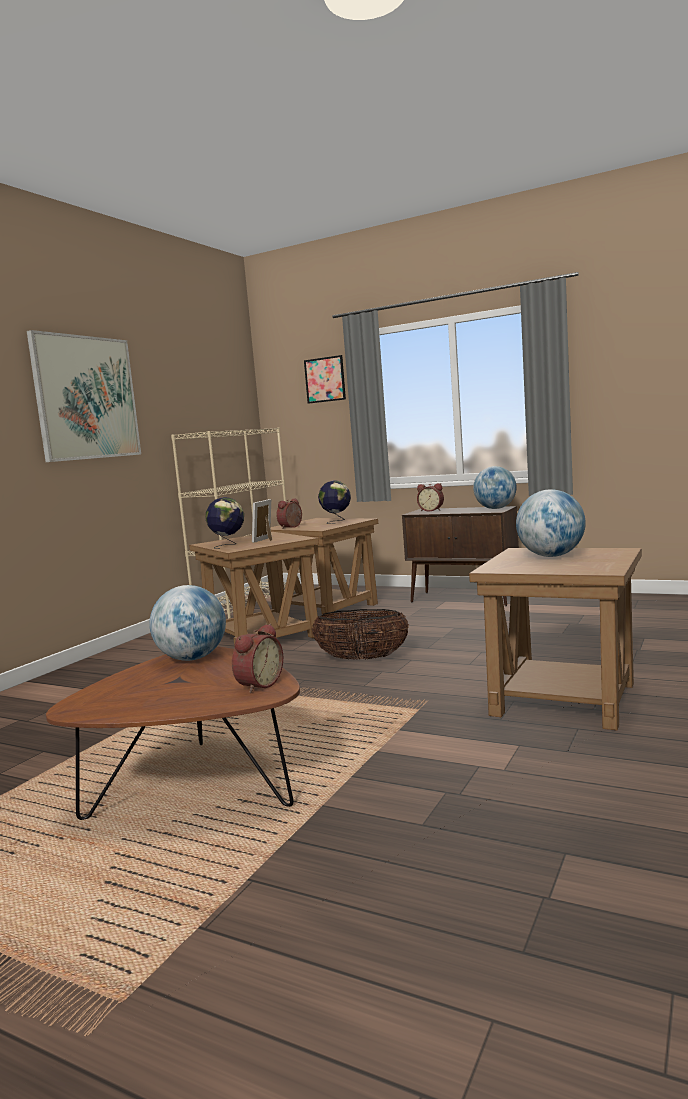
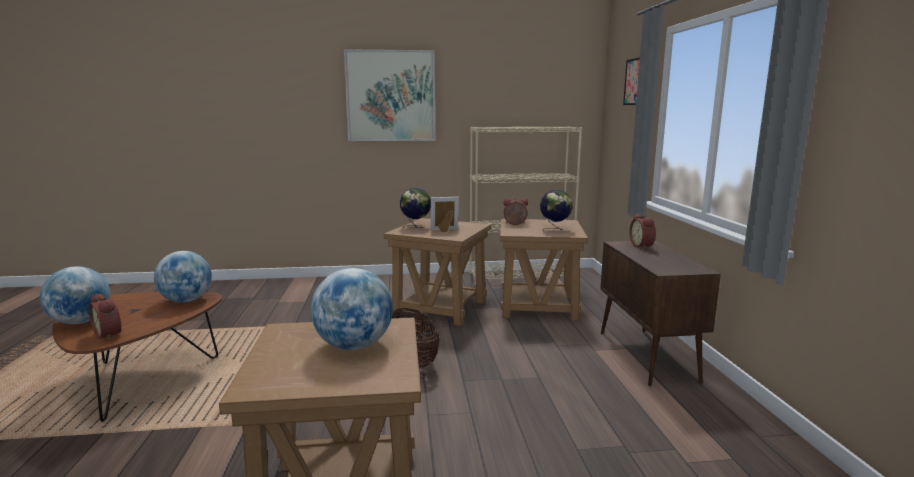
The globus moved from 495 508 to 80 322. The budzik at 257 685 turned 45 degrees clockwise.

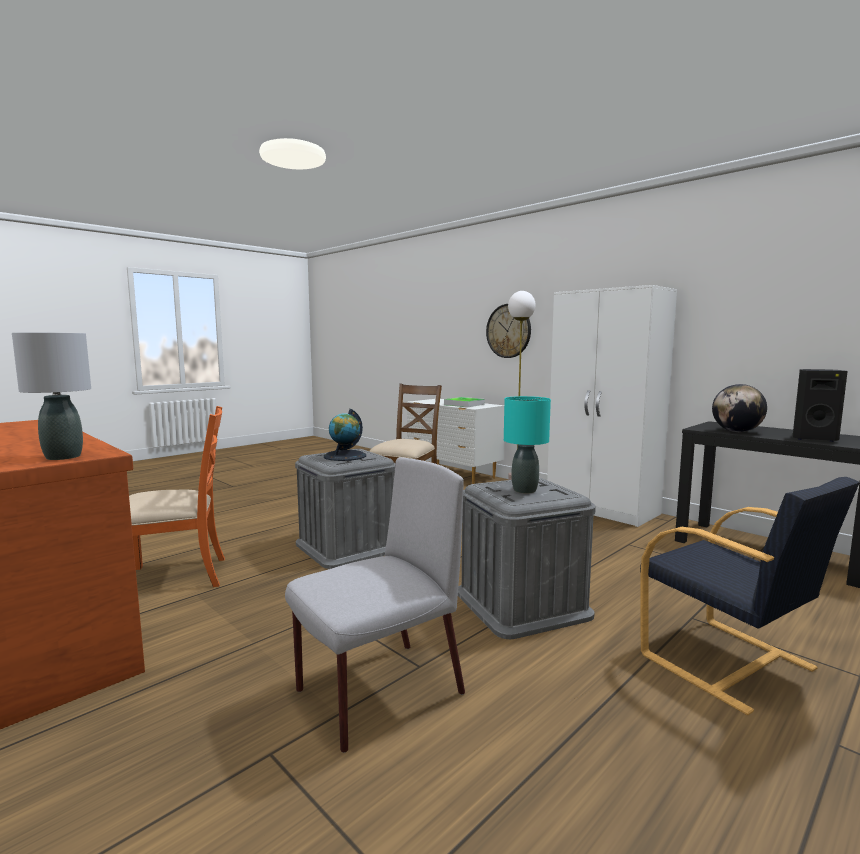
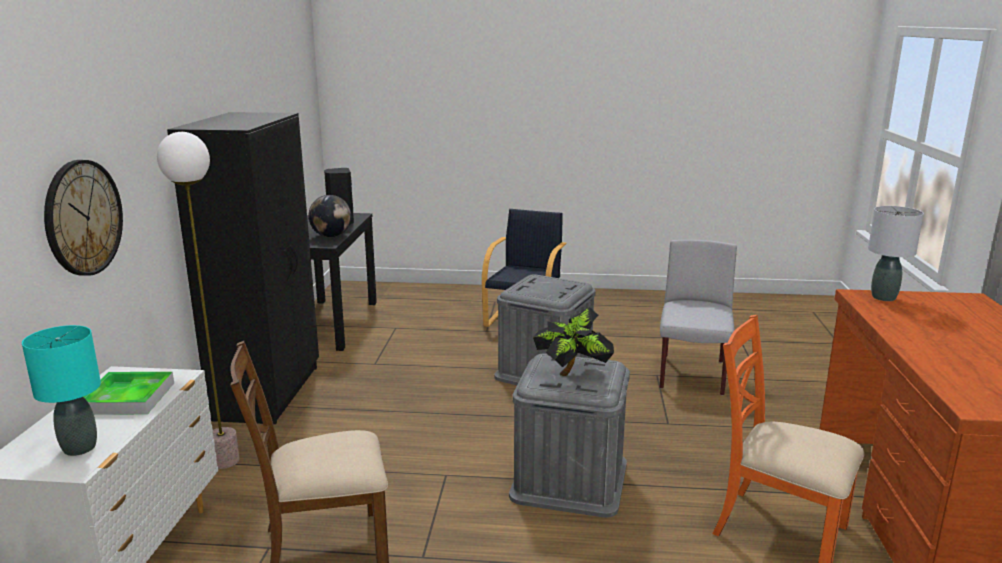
The lampa stołowa [turkusowy] moved from 524 490 to 80 448. The szafa [biały] at 603 510 became the szafa [czarny] at 269 392. The globus at 345 456 was replaced by the roślina doniczkowa at 573 374. The krzesło [szary] at 377 693 turned 90 degrees clockwise.

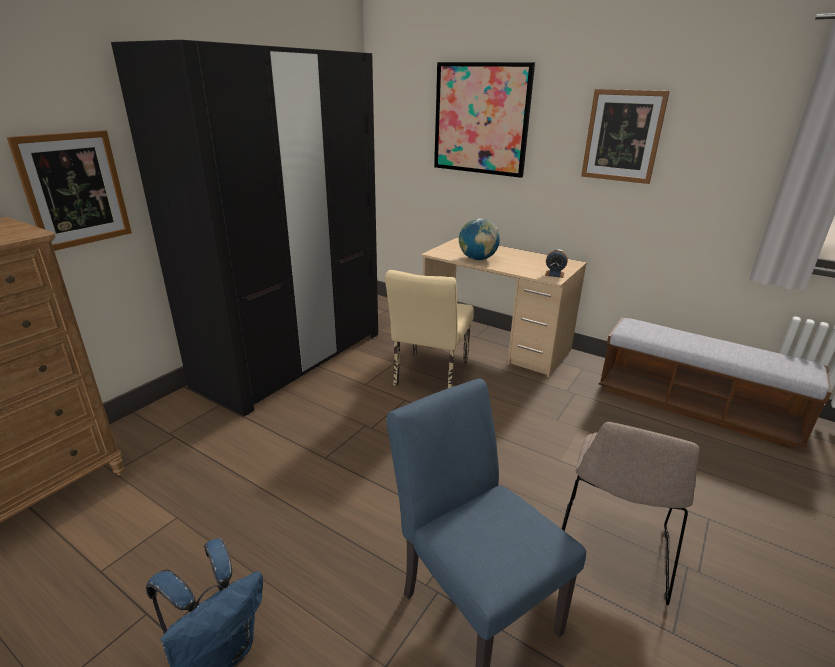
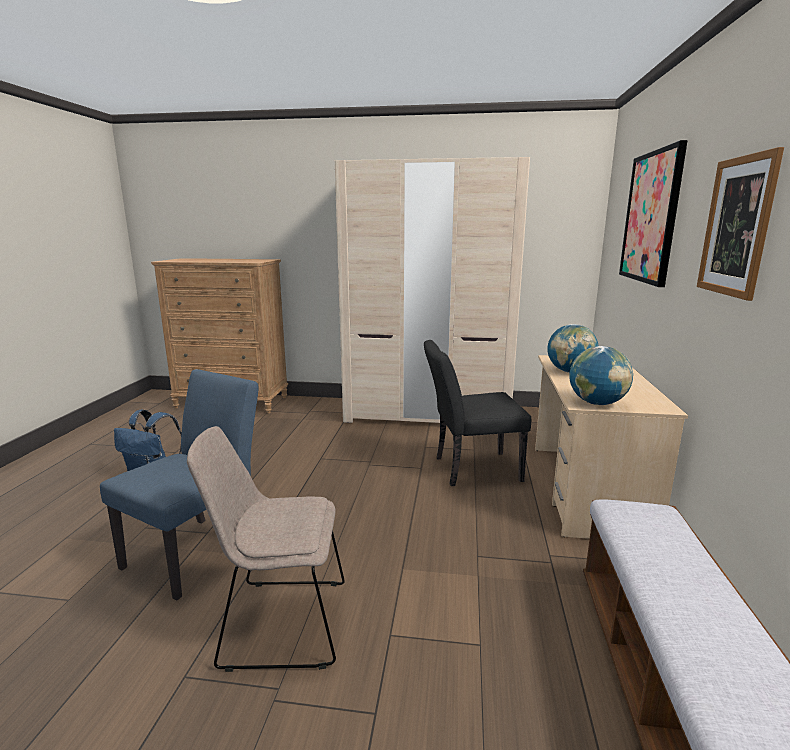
The szafa [czarny] at 292 359 became the szafa [beżowy] at 427 414. The krzesło [beżowy] at 428 377 became the krzesło [czarny] at 470 469. The budzik at 554 274 was replaced by the globus at 597 403. The obraz at 75 190 disappeared.

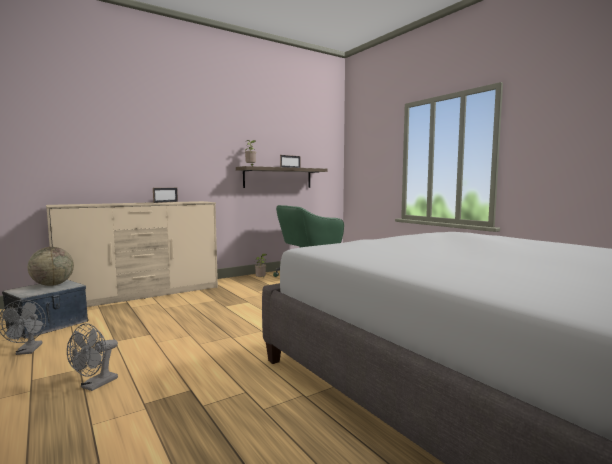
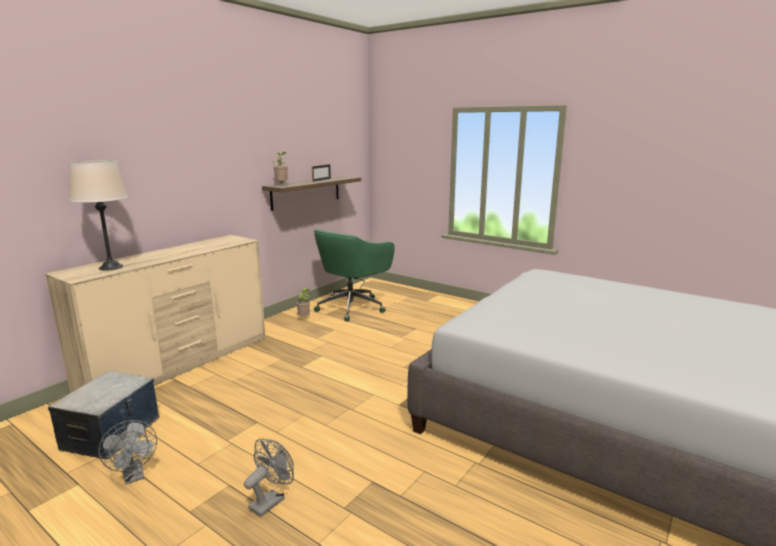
The lampa stołowa [beżowy] at 111 267 appeared. The wentylator [szary] at 95 385 turned 150 degrees counterclockwise. The globus at 52 284 disappeared. The ramka na zdjęcie at 166 202 disappeared.

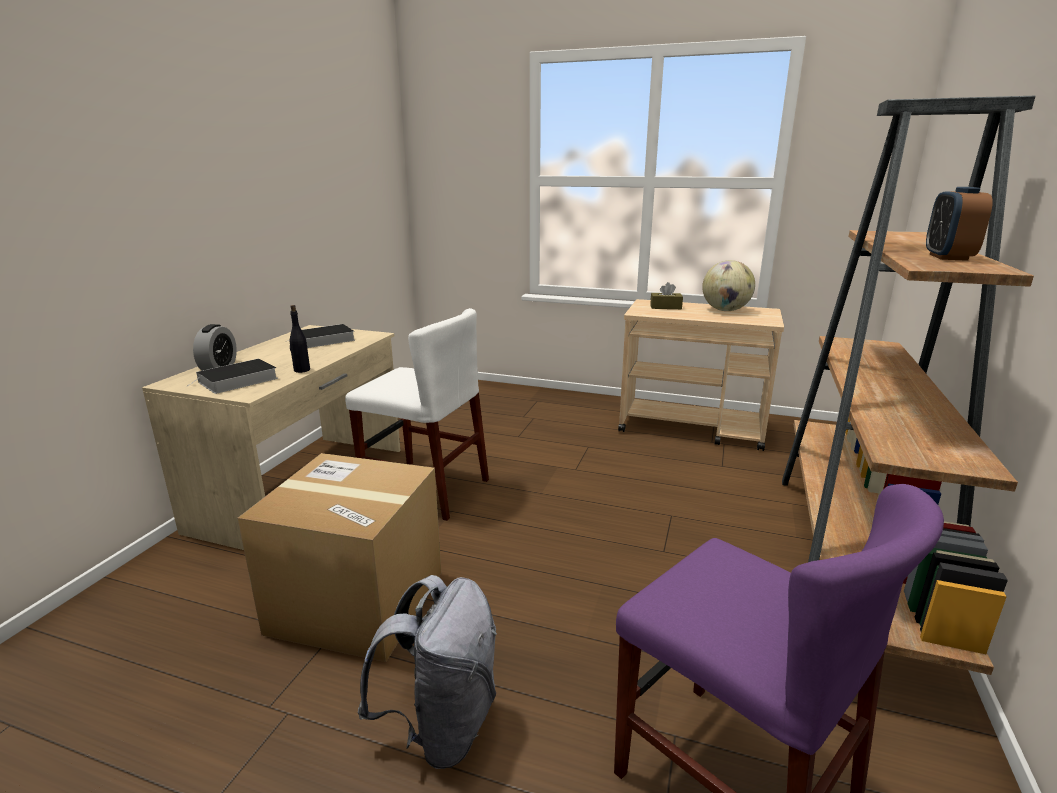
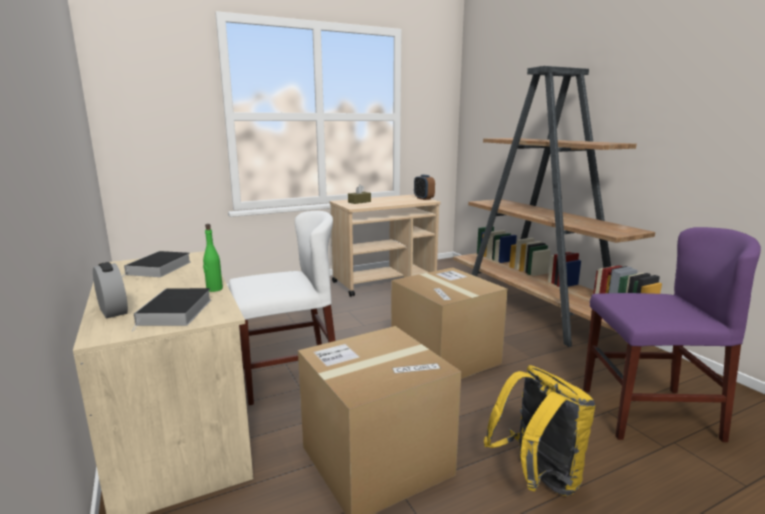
The butelka [czarny] at 301 370 became the butelka [zielony] at 214 289. The karton at 445 357 appeared. The budzik moved from 948 257 to 423 198. The plecak [szary] at 441 727 became the plecak [żółty] at 537 478. The globus at 725 310 disappeared.

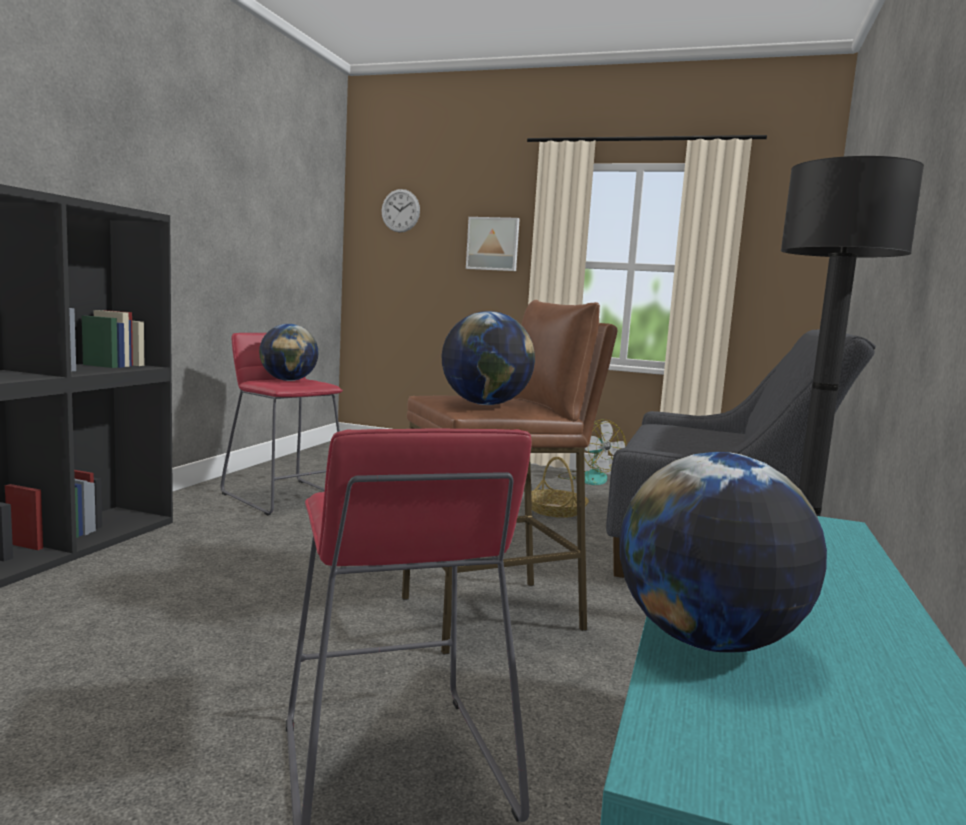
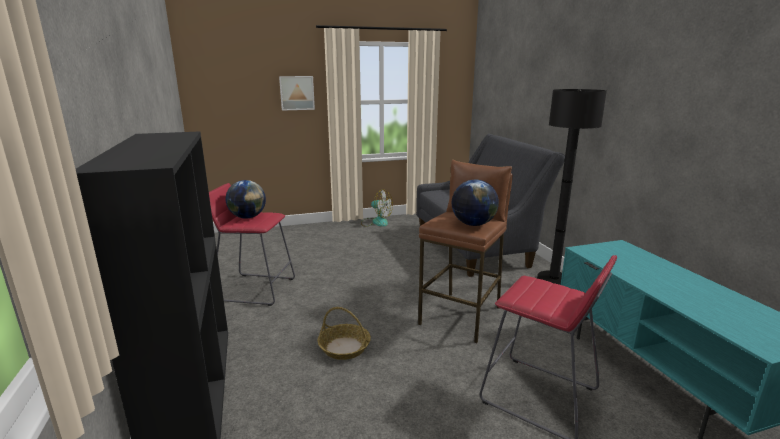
The koszyk moved from 556 510 to 344 347. The zegar ścienny at 400 210 disappeared. The globus at 707 641 disappeared.

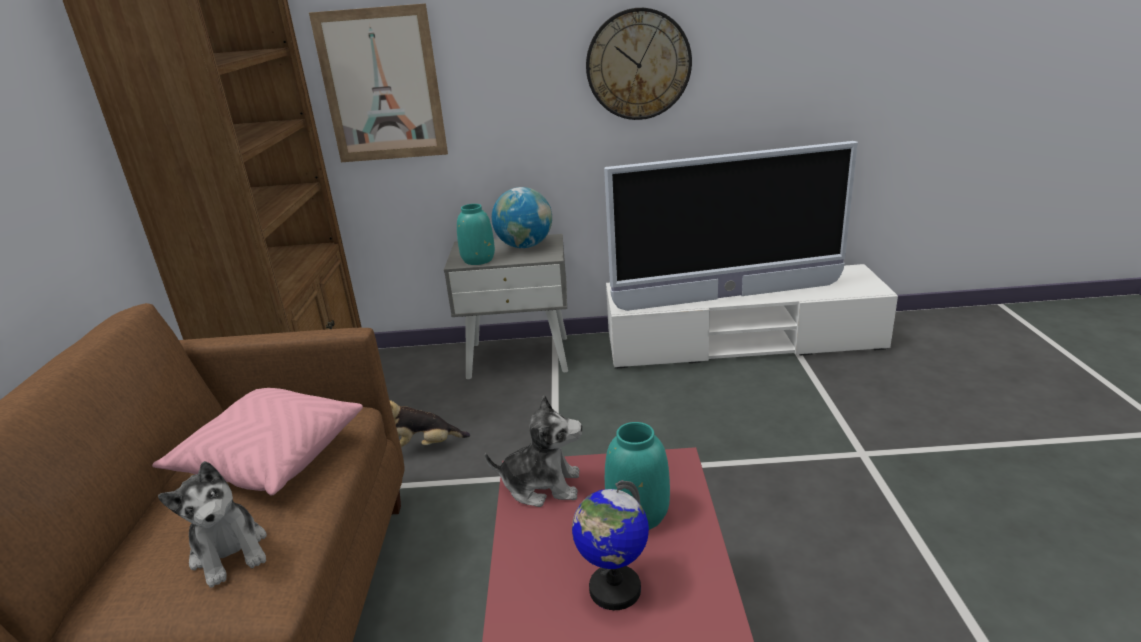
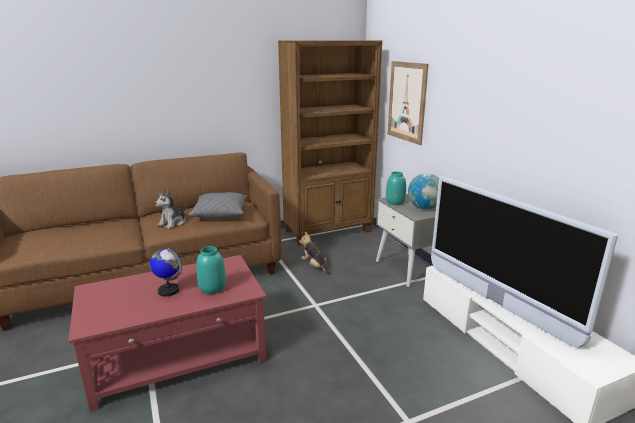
The poduszka [różowy] at 270 458 became the poduszka [szary] at 220 214. The pluszak at 542 485 disappeared. The zegar ścienny at 638 65 disappeared.

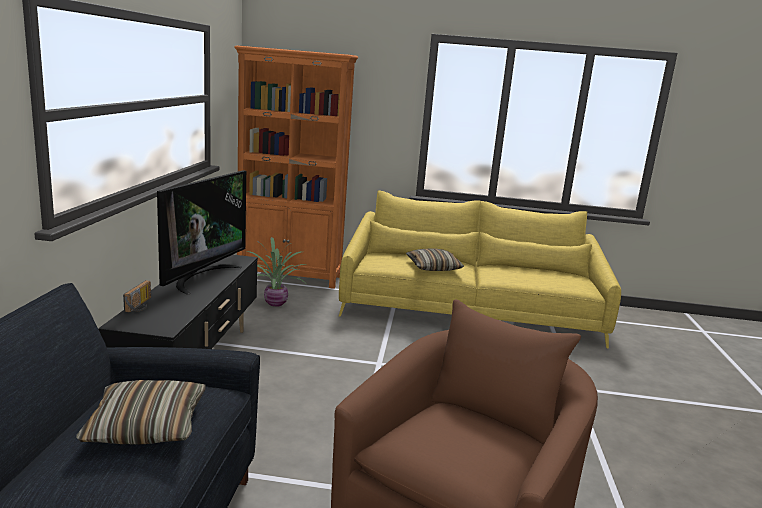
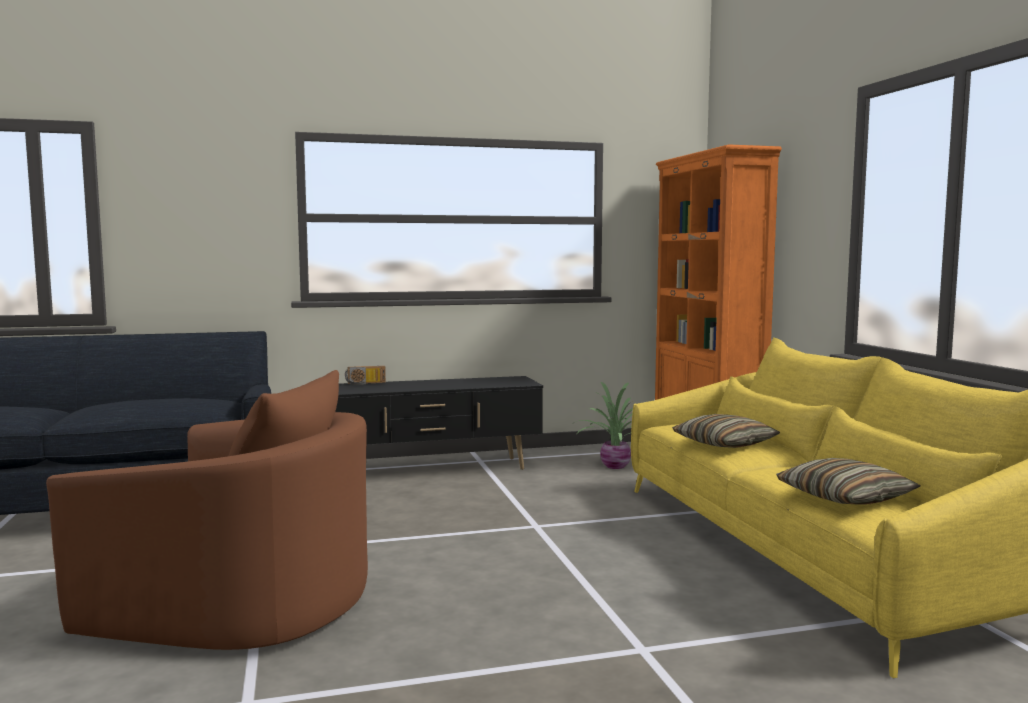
The poduszka moved from 146 426 to 845 497. The telewizor at 201 277 disappeared.

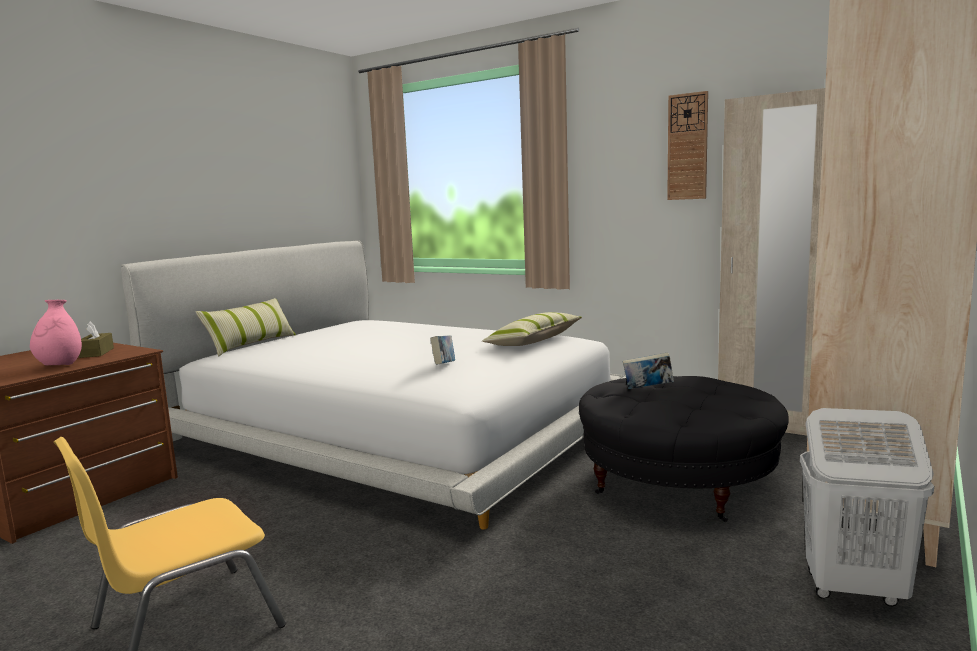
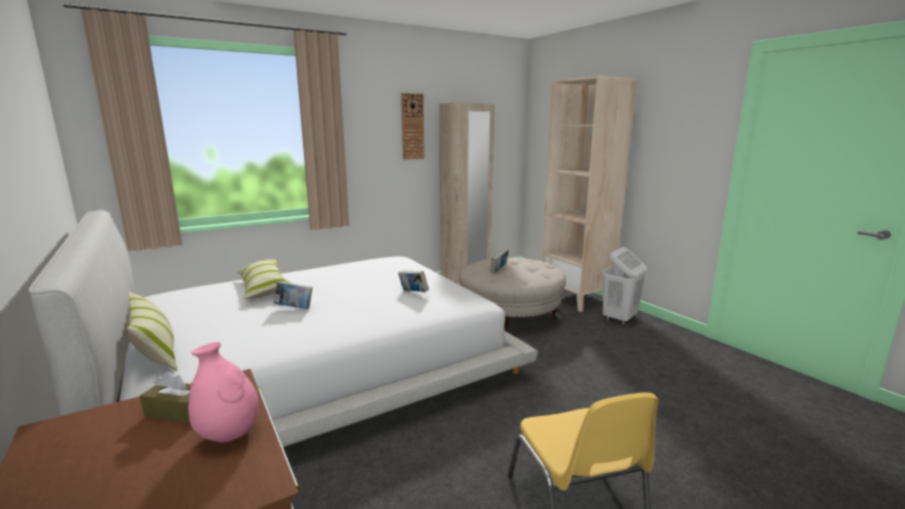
The poduszka moved from 534 341 to 263 287. The książka at 294 308 appeared. The pufa [czarny] at 677 484 became the pufa [beżowy] at 510 316.

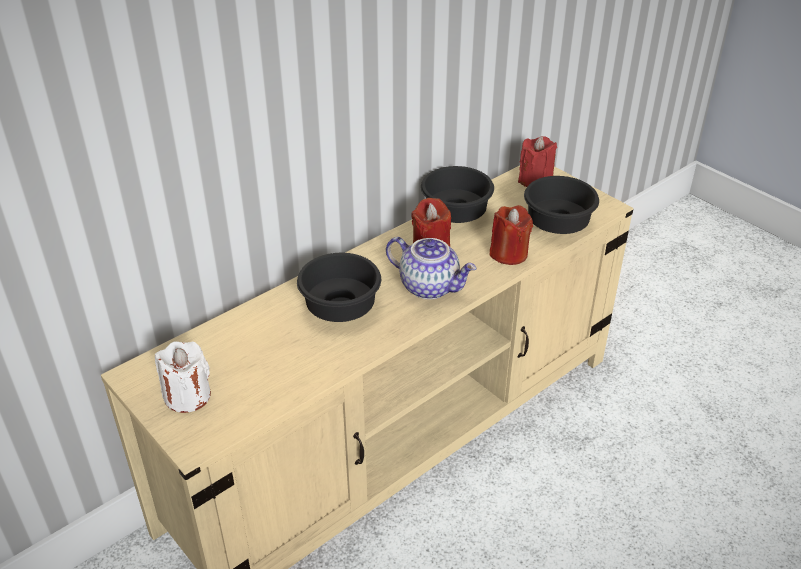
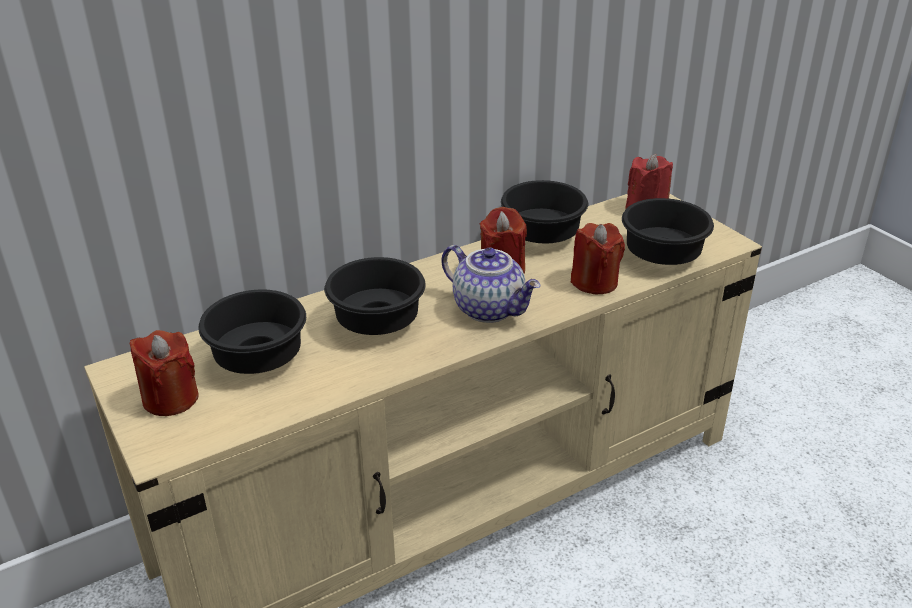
The świeca [biały] at 187 396 became the świeca [czerwony] at 170 399. The miska [czarny] at 255 360 appeared.

